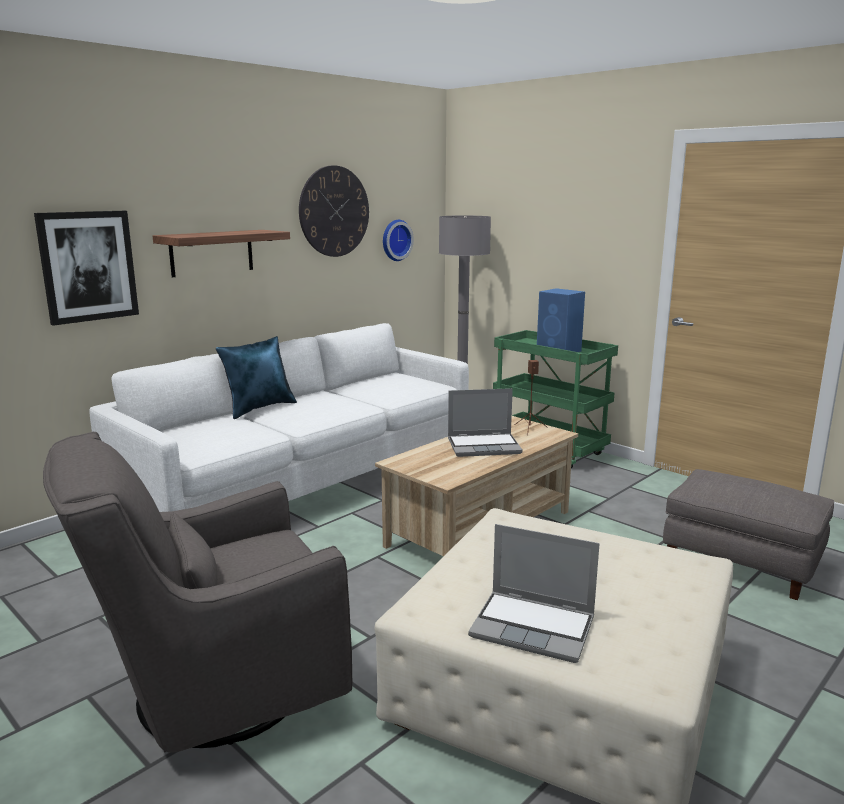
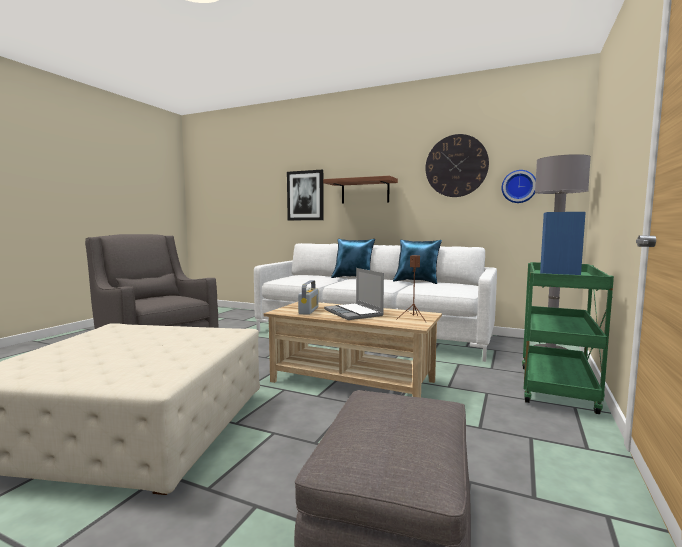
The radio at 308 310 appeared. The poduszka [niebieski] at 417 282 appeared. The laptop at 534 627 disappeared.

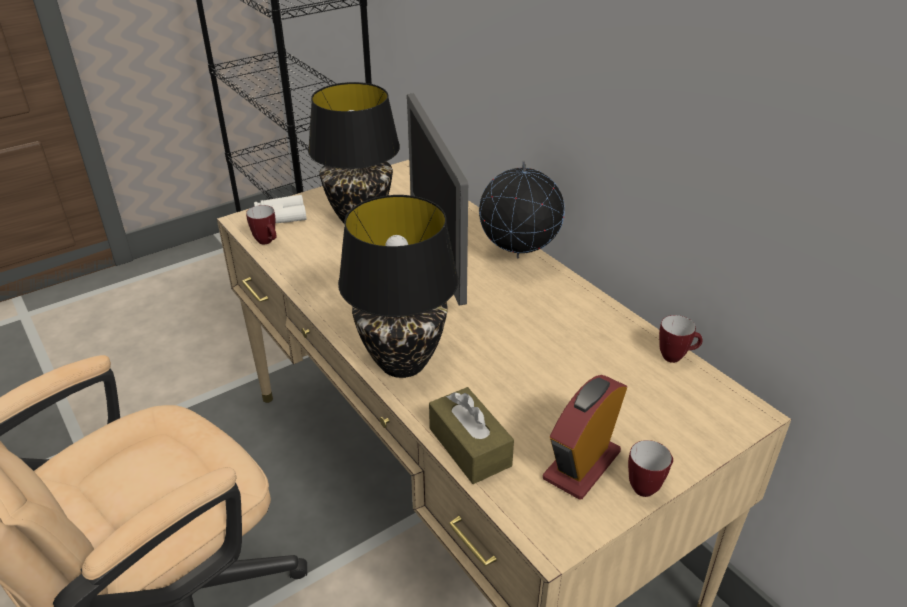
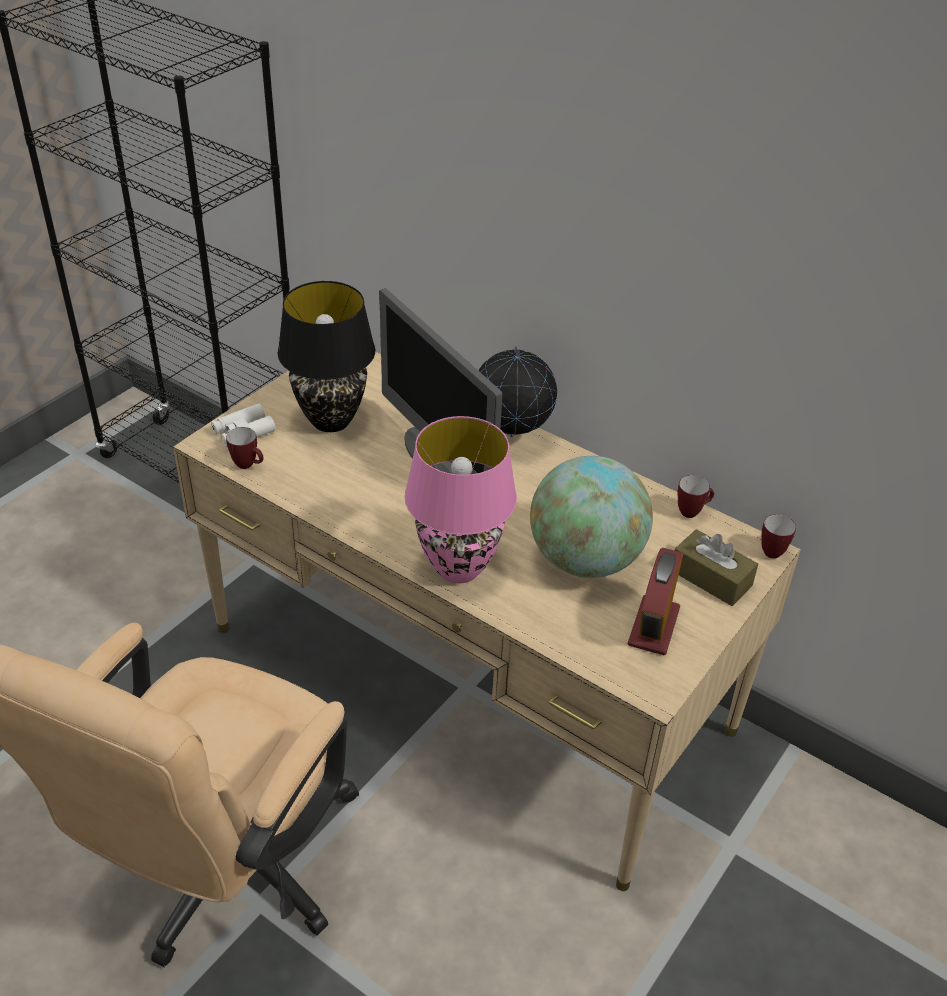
The lampa stołowa [czarny] at 401 363 became the lampa stołowa [różowy] at 457 569. The globus at 585 560 appeared. The pudełko chusteczek [brązowy] moved from 469 447 to 711 578. The kubek moved from 647 486 to 773 550.

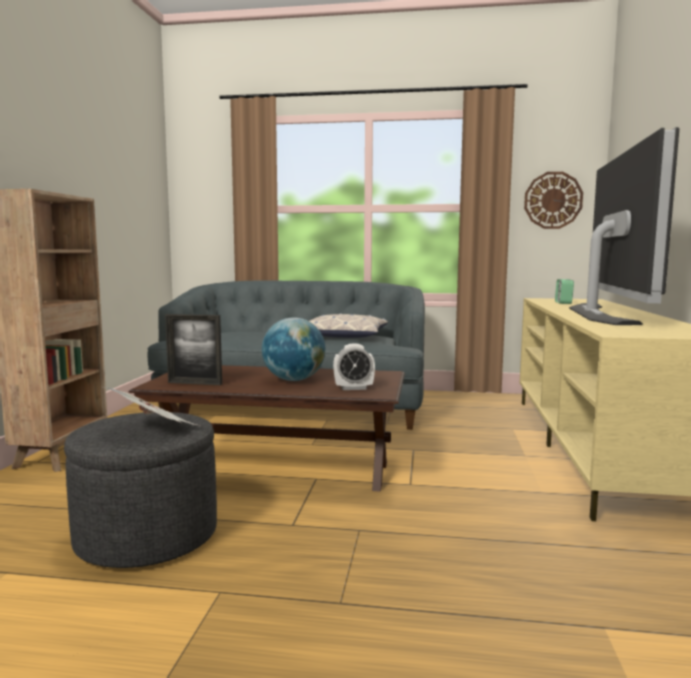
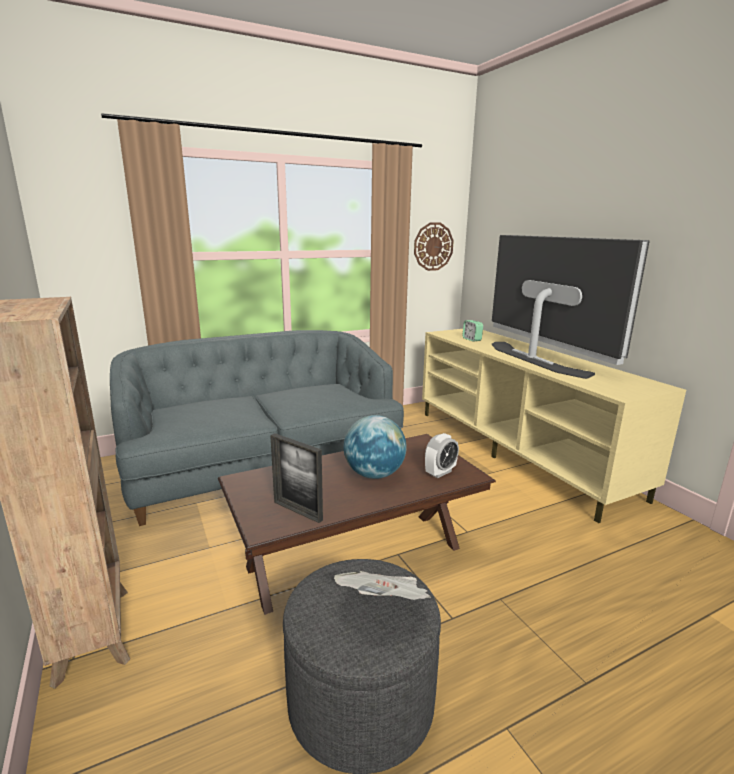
The ramka na zdjęcie at 195 383 turned 60 degrees clockwise. The poduszka at 344 336 disappeared.

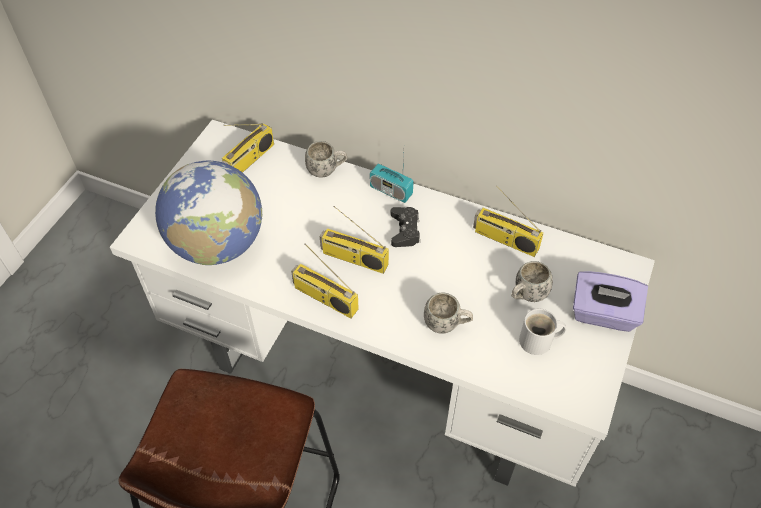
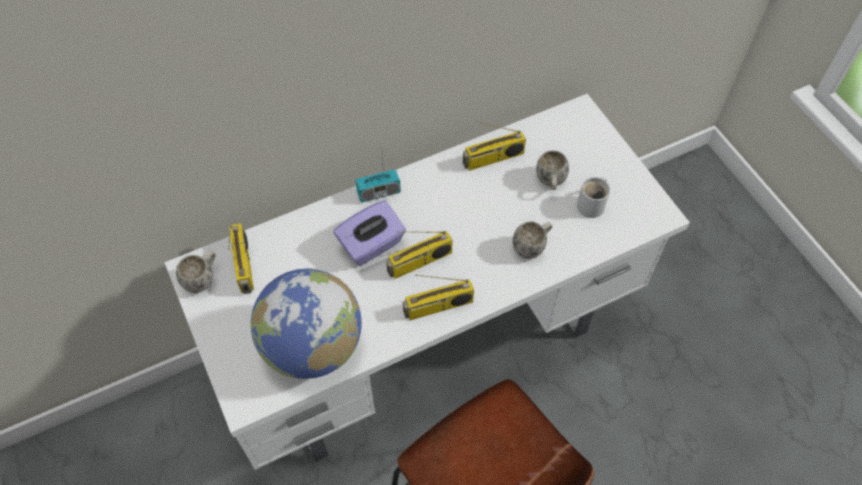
The kubek [biały] moved from 327 170 to 202 278. The pudełko chusteczek [fioletowy] moved from 603 314 to 372 245. The pad do gier [czarny] at 405 230 disappeared.

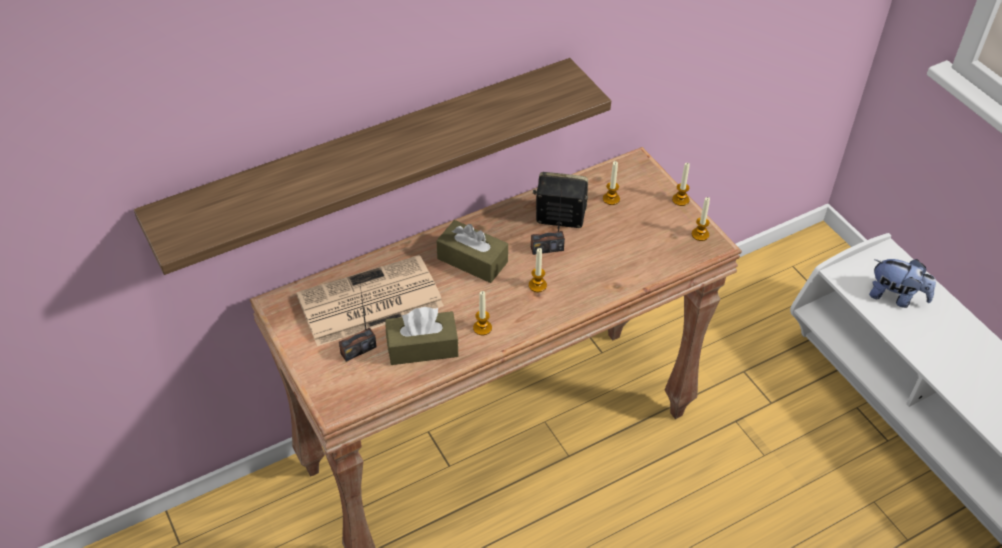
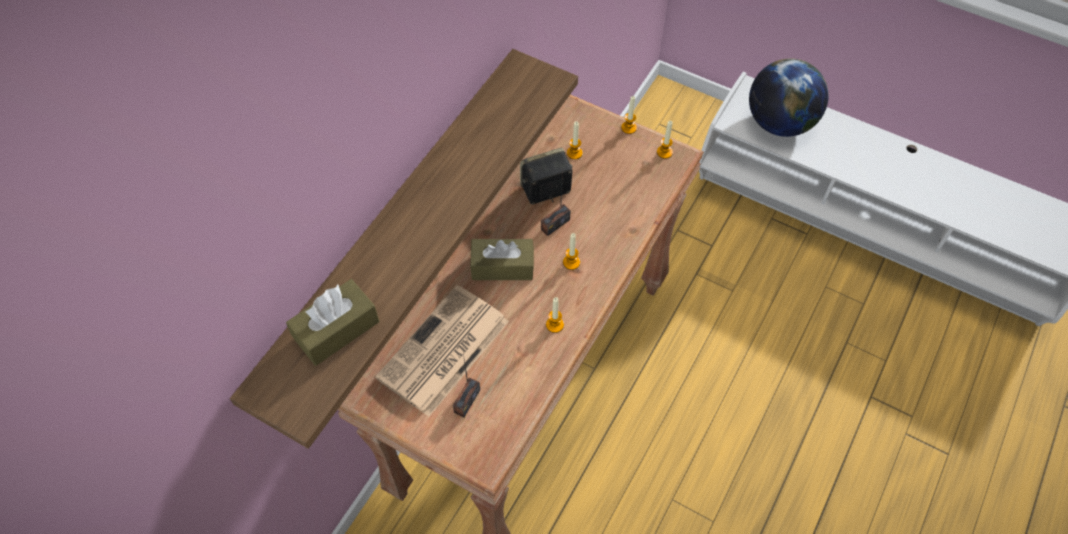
The pudełko chusteczek [brązowy] moved from 422 347 to 336 330. The pluszak at 896 297 was replaced by the globus at 779 123.

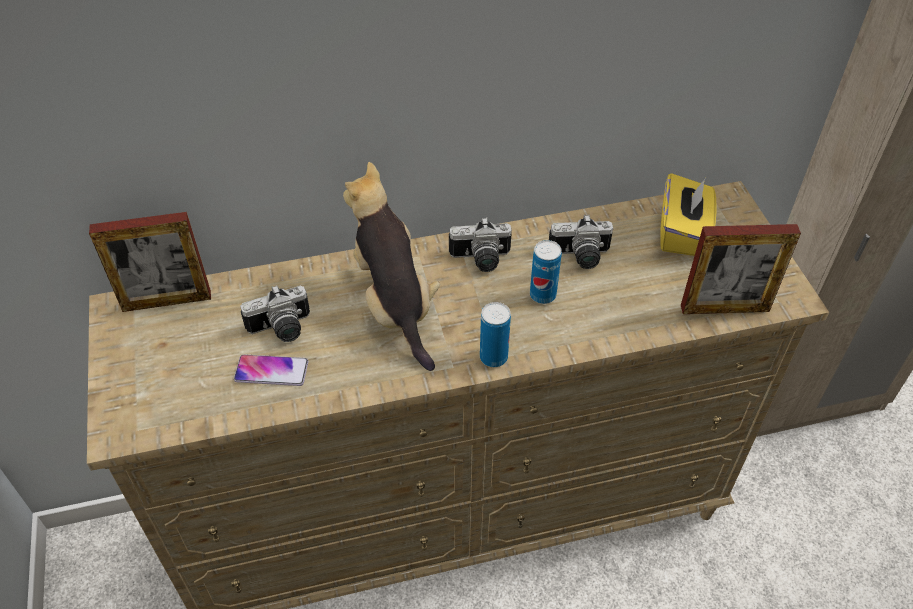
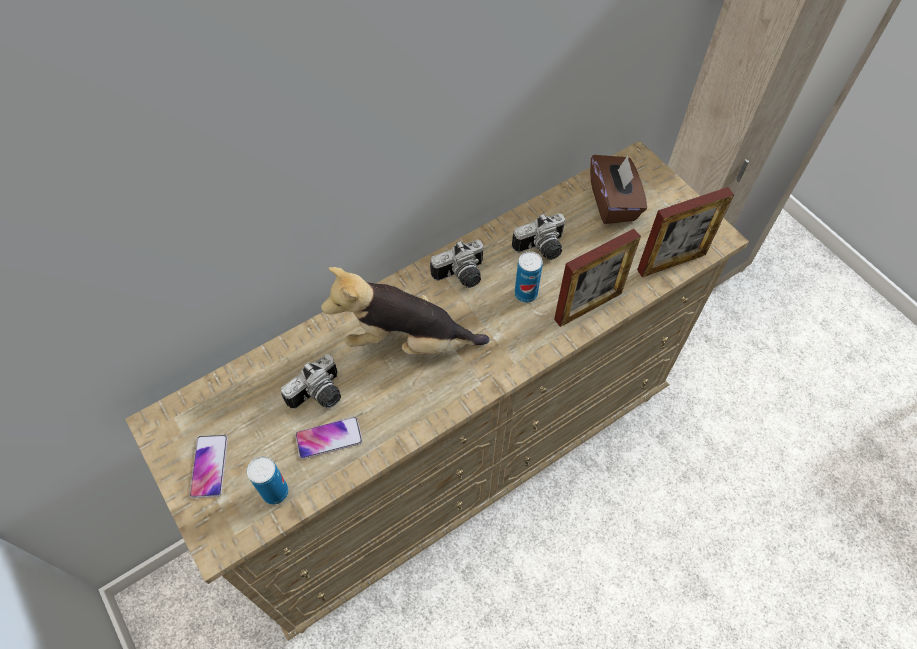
The telefon at 209 466 appeared. The puszka moved from 493 357 to 275 492. The pluszak at 395 304 turned 45 degrees counterclockwise. The ramka na zdjęcie moved from 167 301 to 588 306. The pudełko chusteczek [żółty] at 682 233 became the pudełko chusteczek [brązowy] at 613 202.

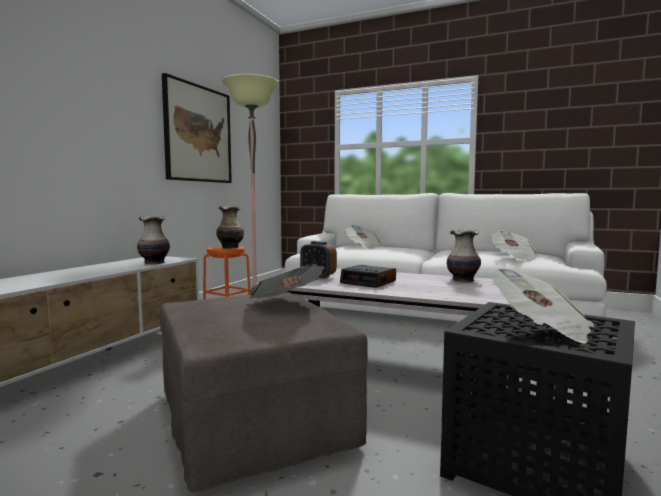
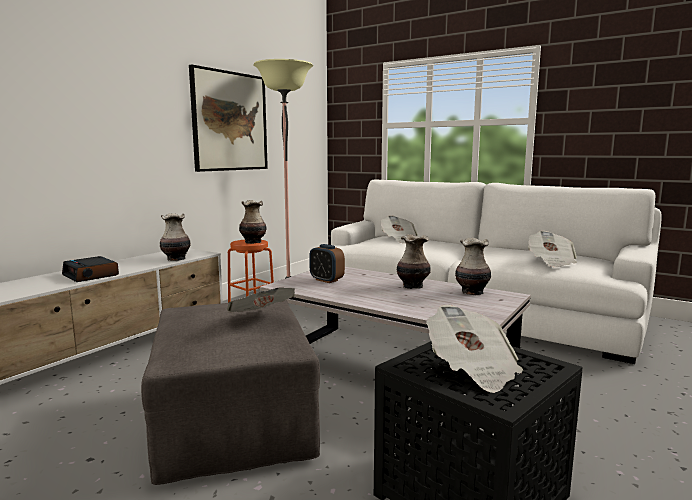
The budzik moved from 369 282 to 91 275. The wazon at 412 286 appeared.

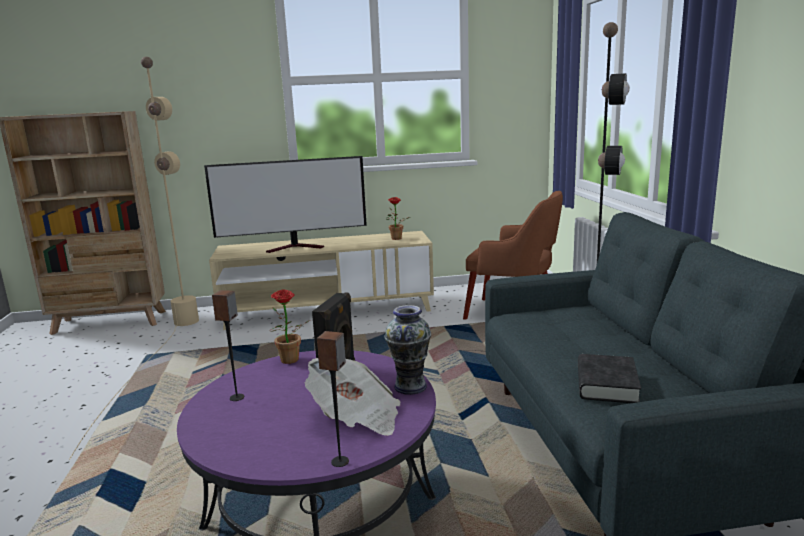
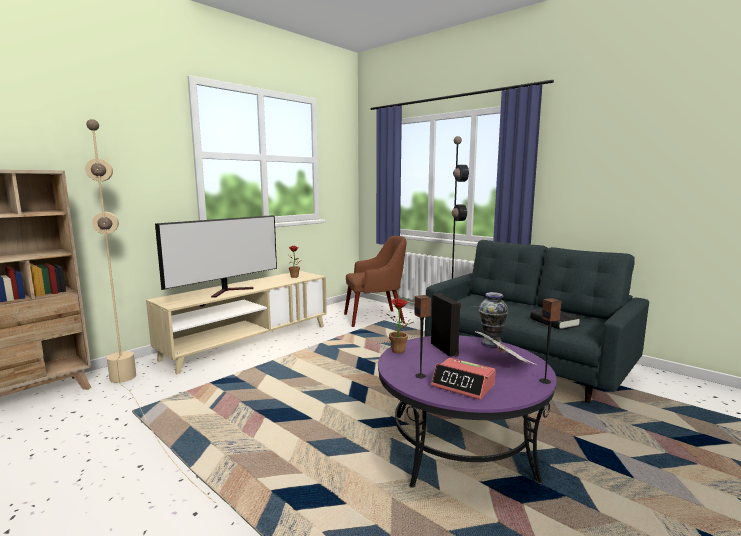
The budzik at 463 385 appeared.

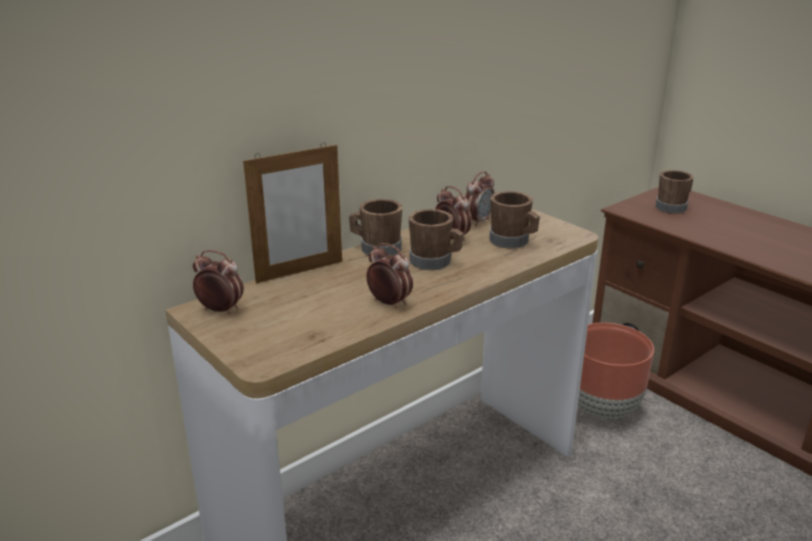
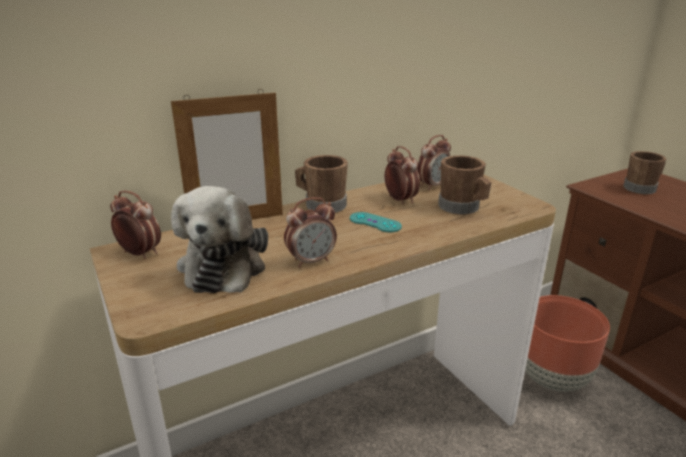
The pluszak at 224 265 appeared. The budzik at 389 303 turned 105 degrees clockwise. The kubek [brązowy] at 435 262 was replaced by the pad do gier [turkusowy] at 375 222.

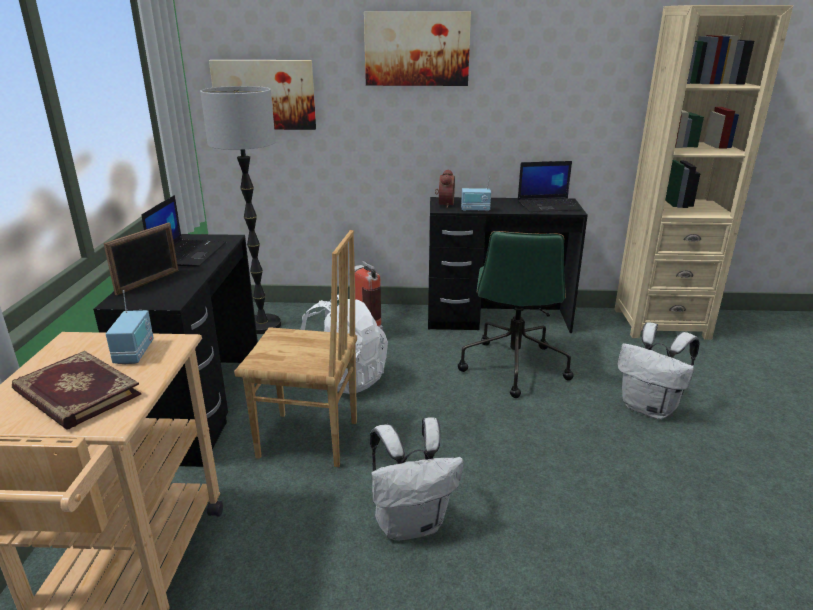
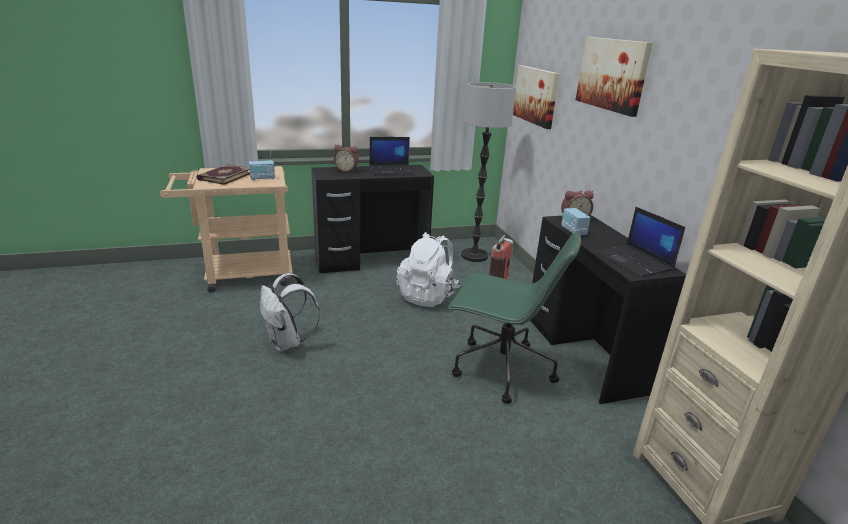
The ramka na zdjęcie at 148 282 was replaced by the budzik at 347 170. The krzesło biurowe [zielony] at 513 366 turned 150 degrees counterclockwise. The krzesło [brązowy] at 308 440 disappeared. The plecak [biały] at 649 408 disappeared.

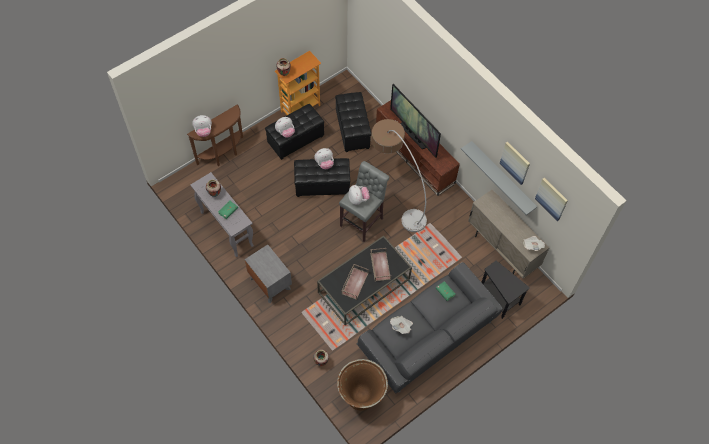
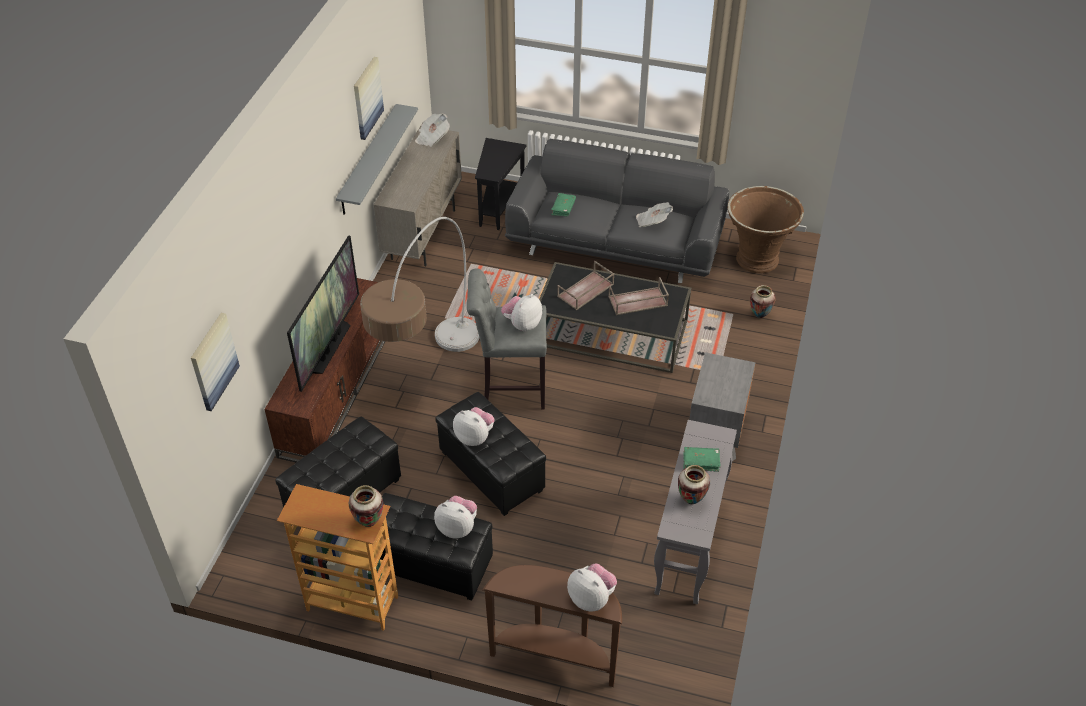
The obraz moved from 551 198 to 213 361.

